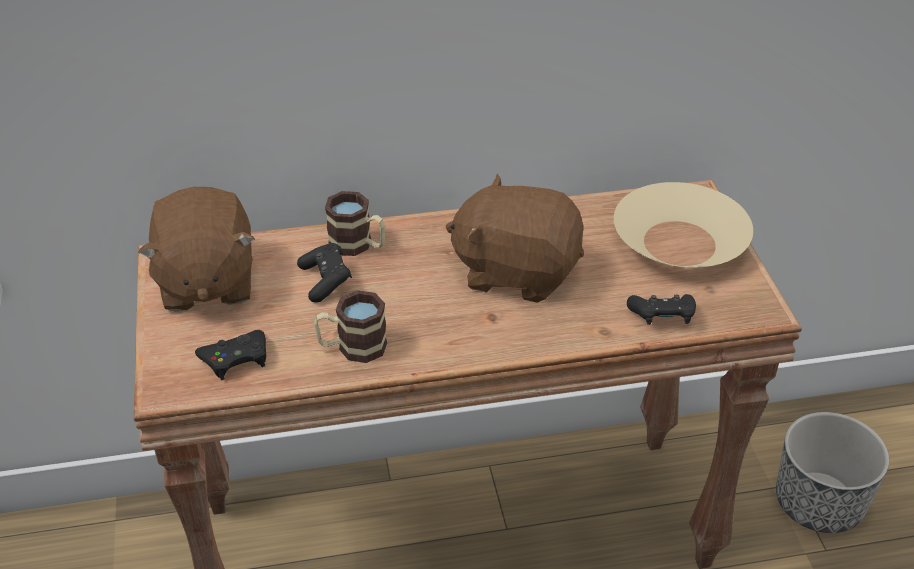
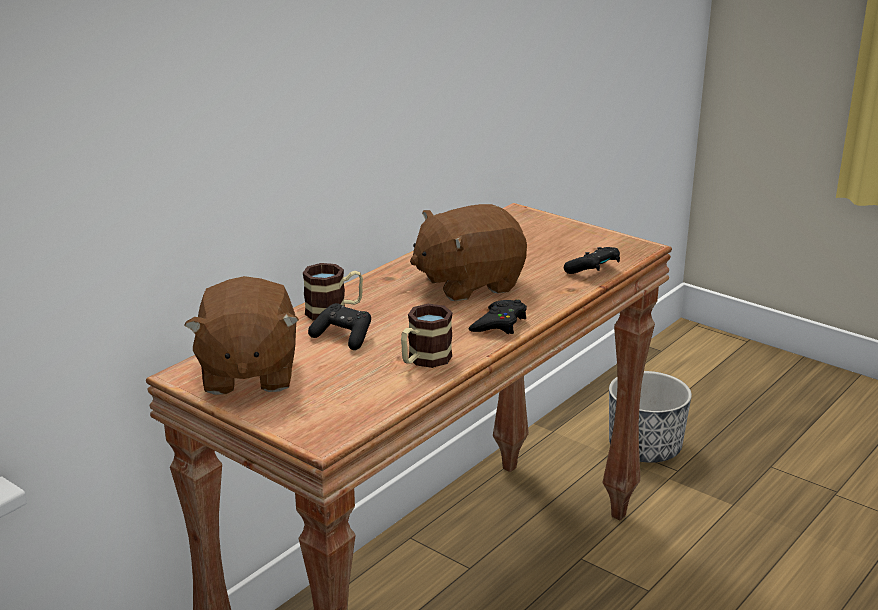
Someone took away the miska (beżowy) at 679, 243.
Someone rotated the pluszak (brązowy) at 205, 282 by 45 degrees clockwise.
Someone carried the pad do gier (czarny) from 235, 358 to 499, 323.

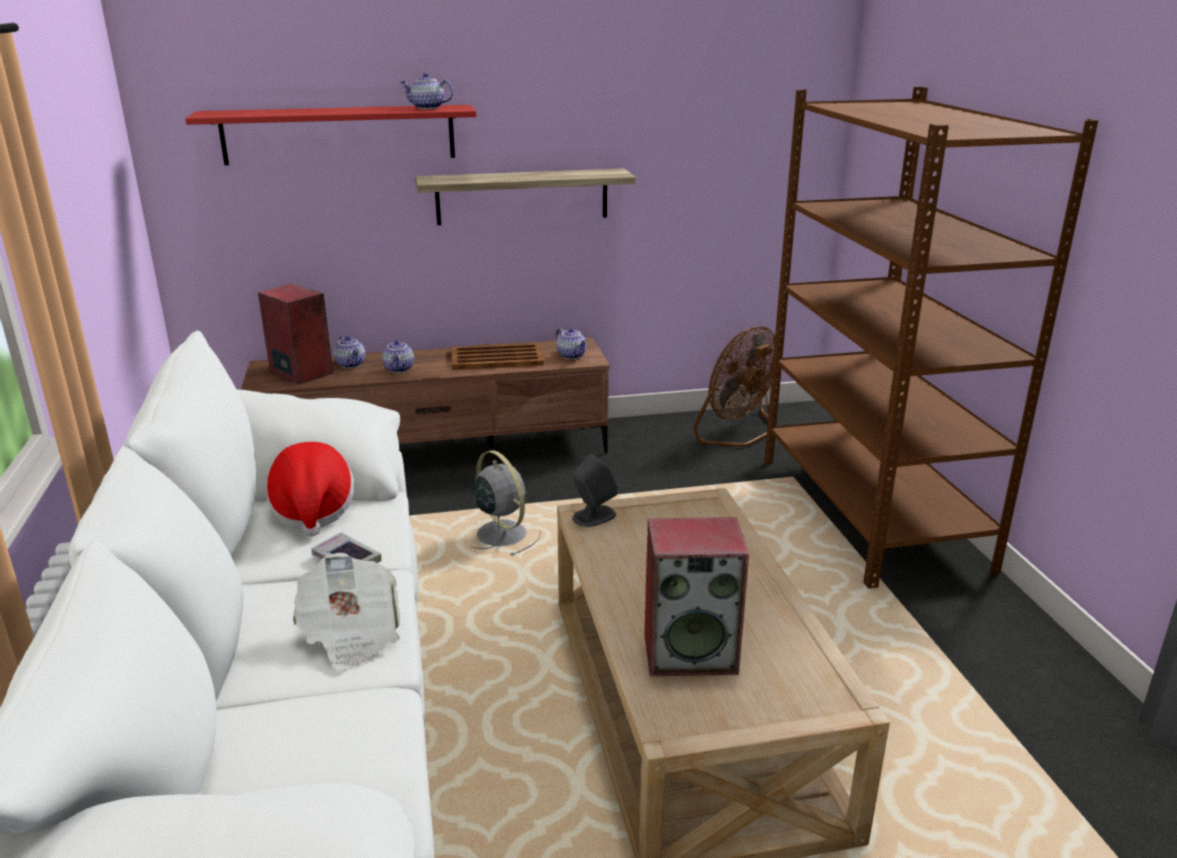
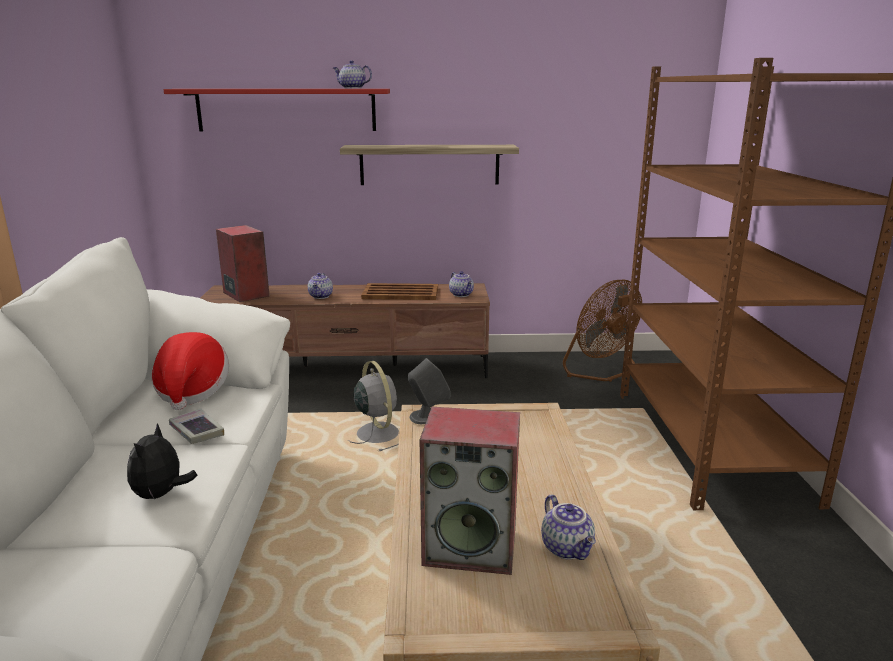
Someone carried the imbryk from 351, 364 to 568, 548.
Someone swapped the gazeta at 351, 634 for the pluszak at 161, 494.

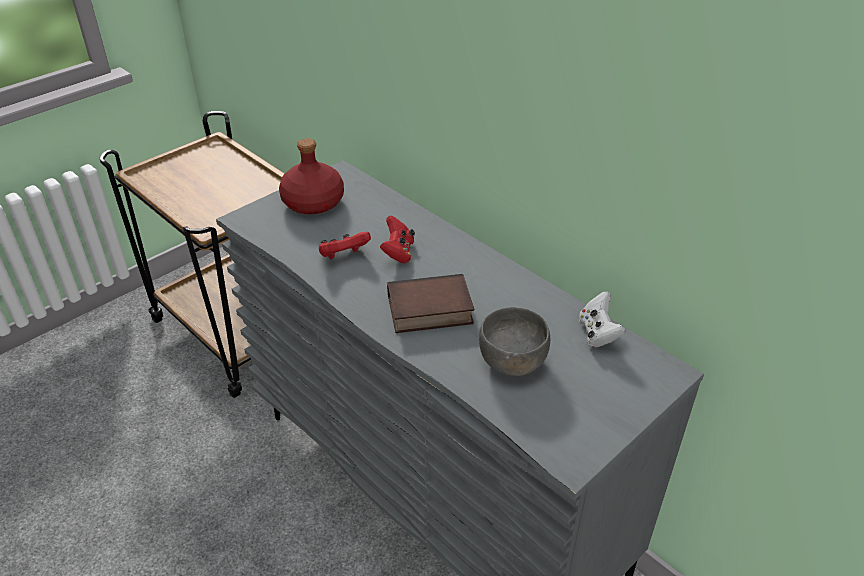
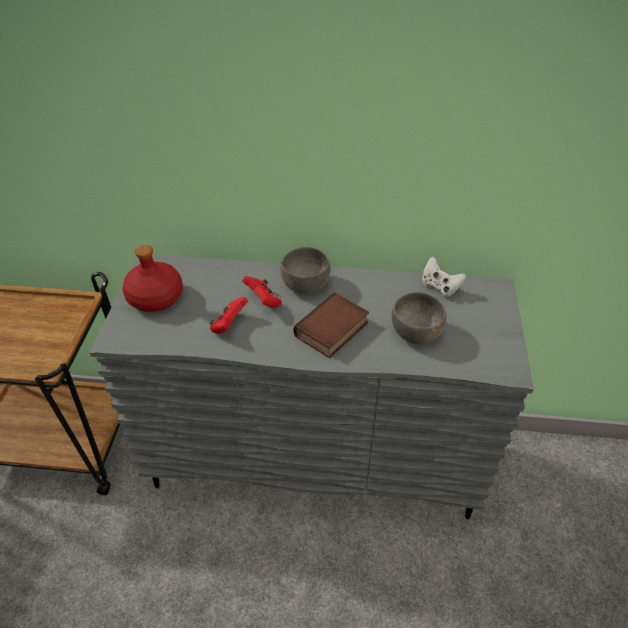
Someone put down the miska (szary) at 305, 284.

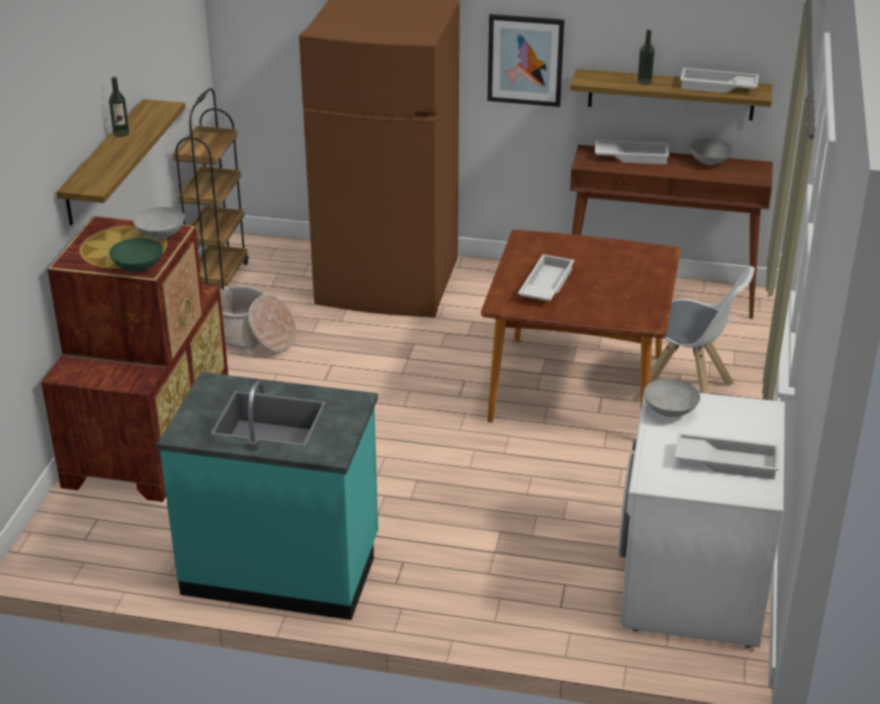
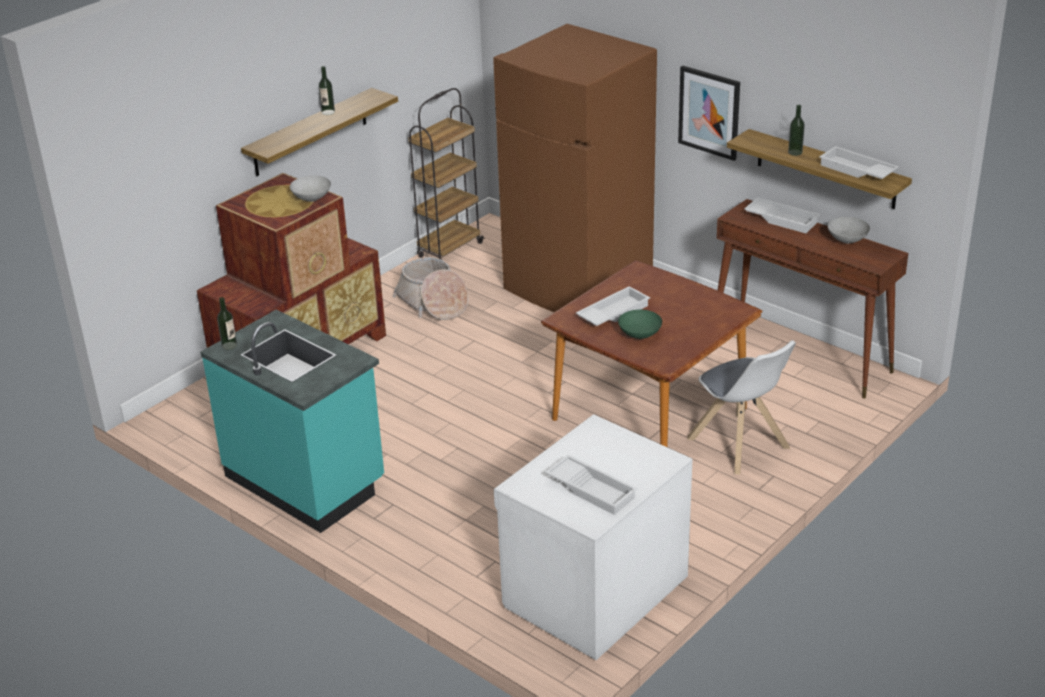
Someone carried the miska (zielony) from 137, 268 to 639, 335.
Someone took away the miska (szary) at 668, 411.
Someone put down the butelka at 229, 345.

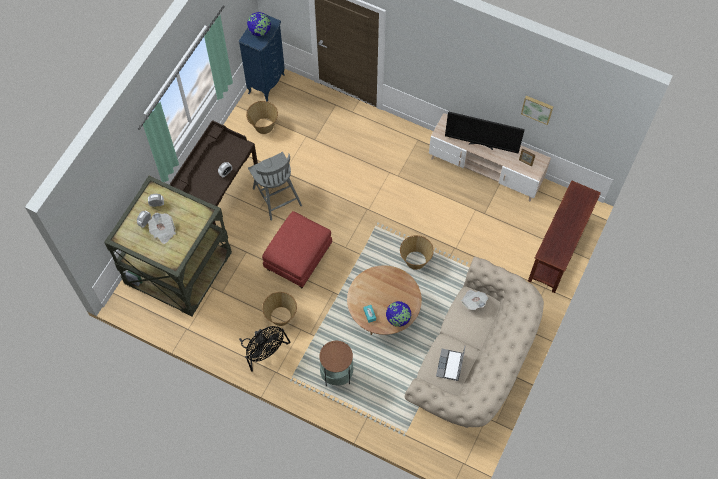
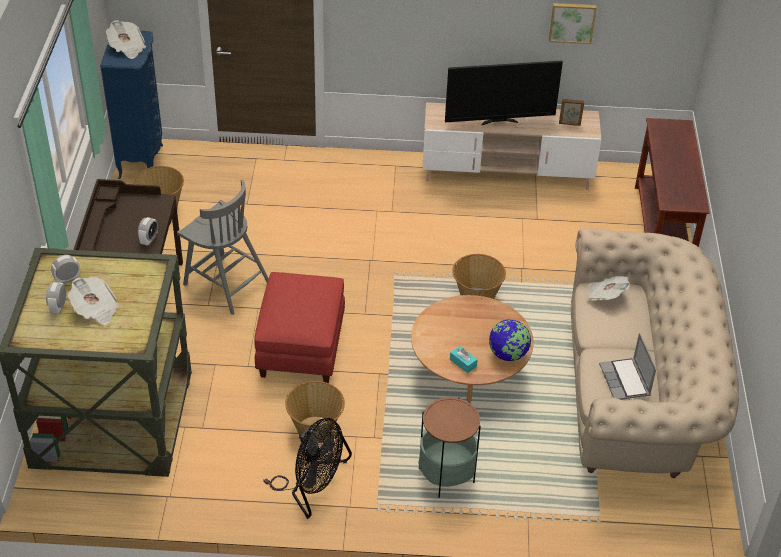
Someone swapped the globus at 260, 31 for the gazeta at 127, 48.

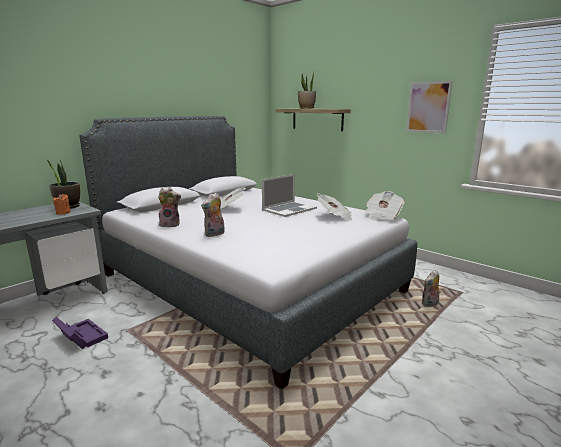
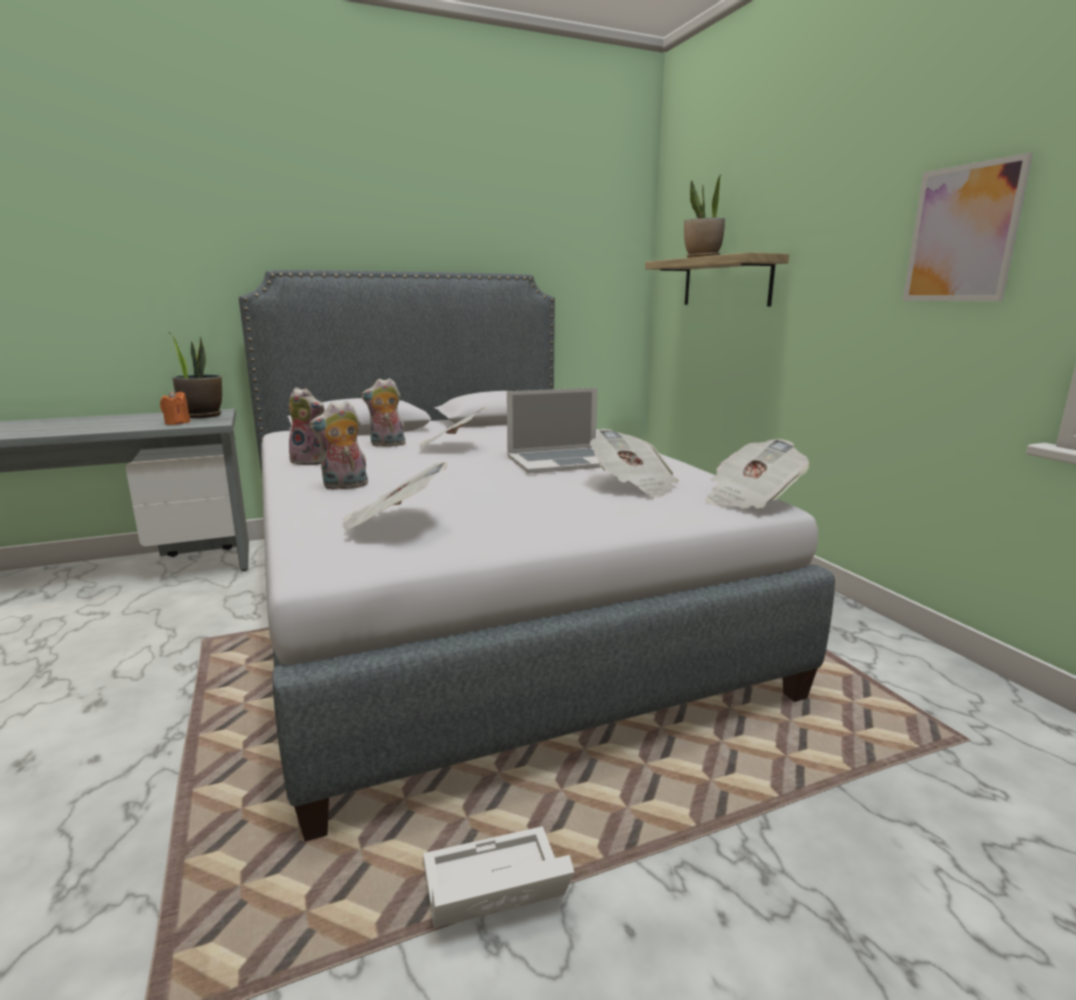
Someone carried the pluszak from 430, 304 to 387, 445.
Someone took away the pojemnik do przechowywania (fioletowy) at 80, 337.
Someone put down the gazeta at 392, 525.
Someone put down the pojemnik do przechowywania (biały) at 491, 892.

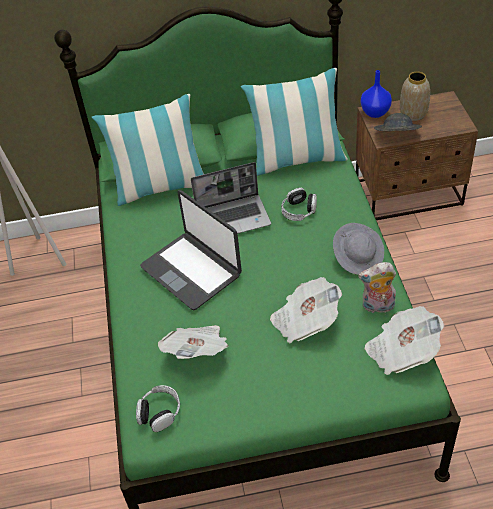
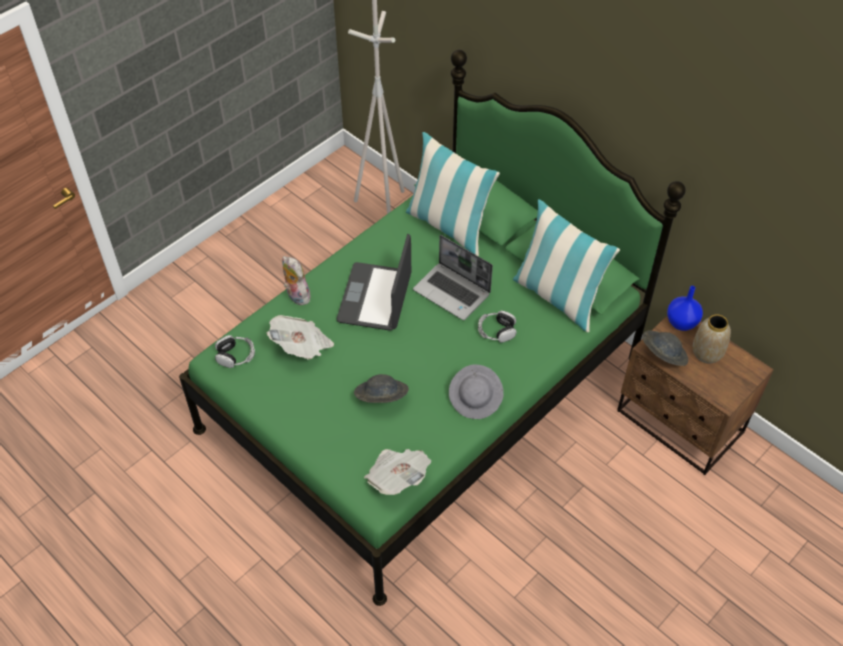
Someone carried the pluszak from 377, 307 to 296, 296.
Someone swapped the gazeta at 305, 321 for the kapelusz (szary) at 381, 398.

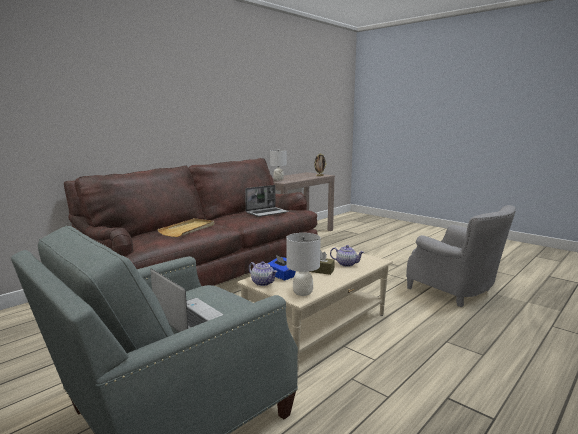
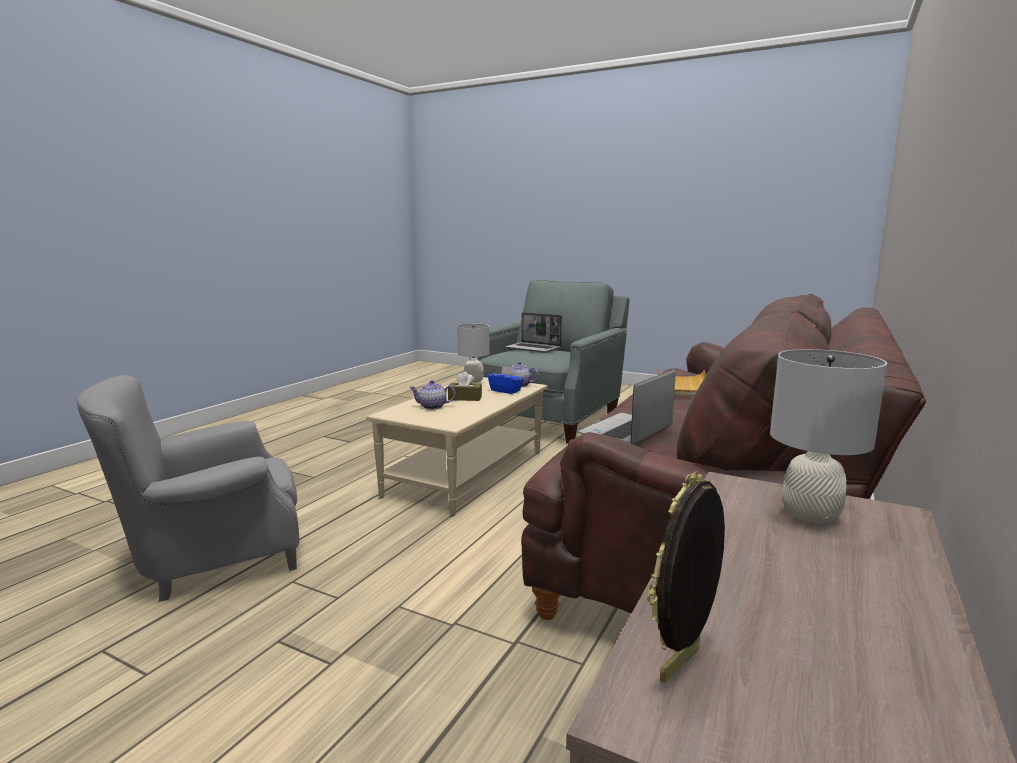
Someone rotated the fotel (szary) at 455, 291 by 60 degrees counterclockwise.

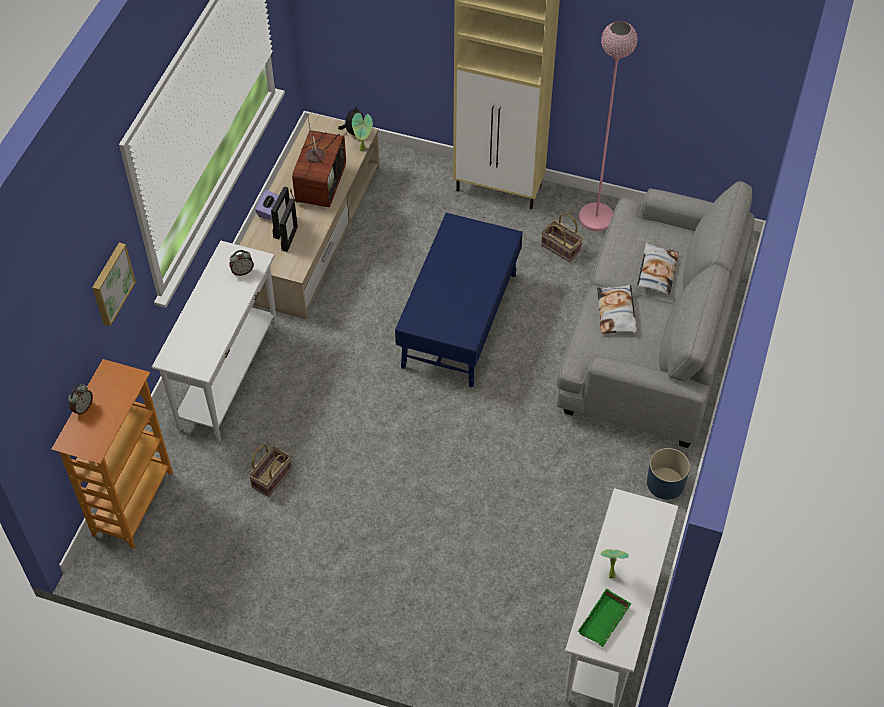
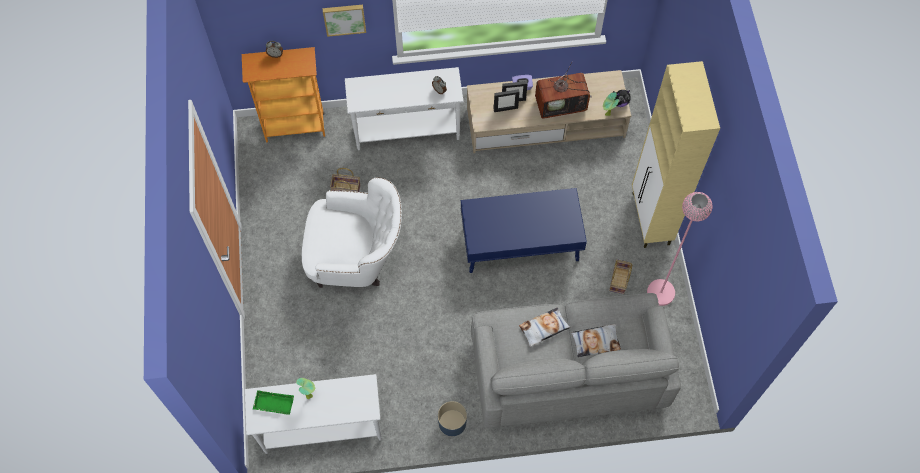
Someone put down the fotel (biały) at 356, 258.

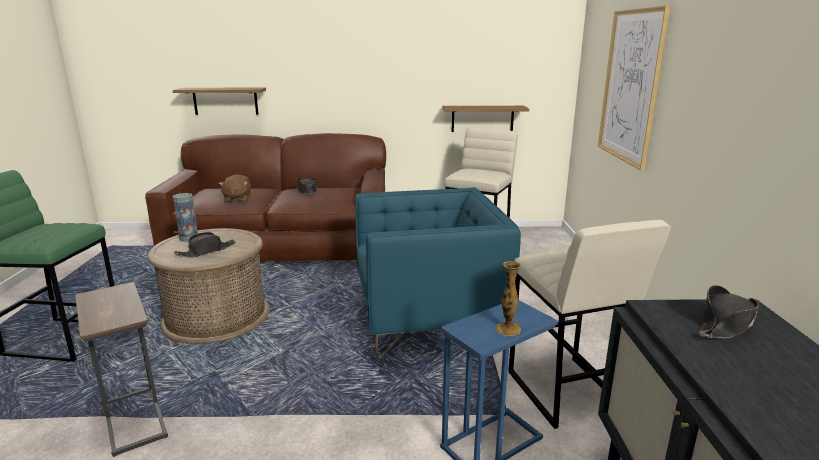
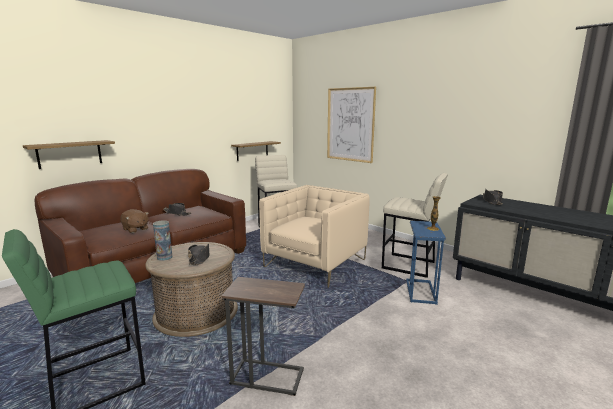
Someone repainted the fotel (niebieski) at 428, 319, which became the fotel (beżowy) at 315, 264.

